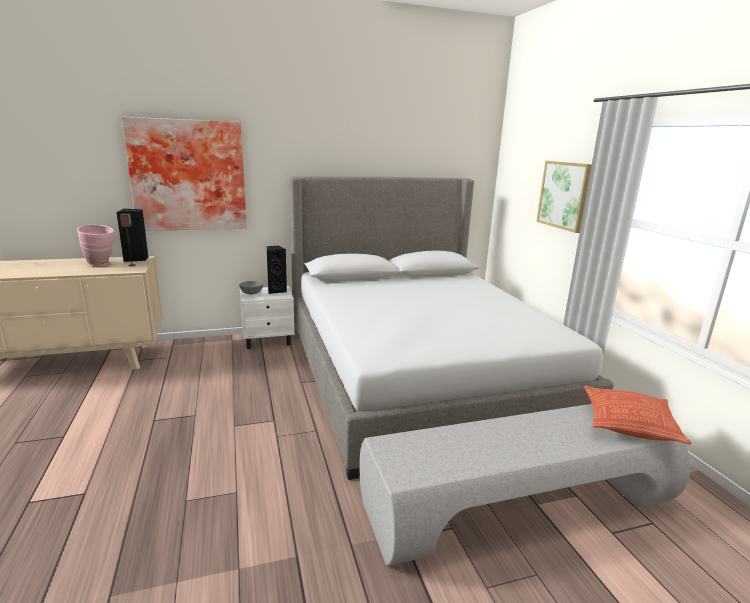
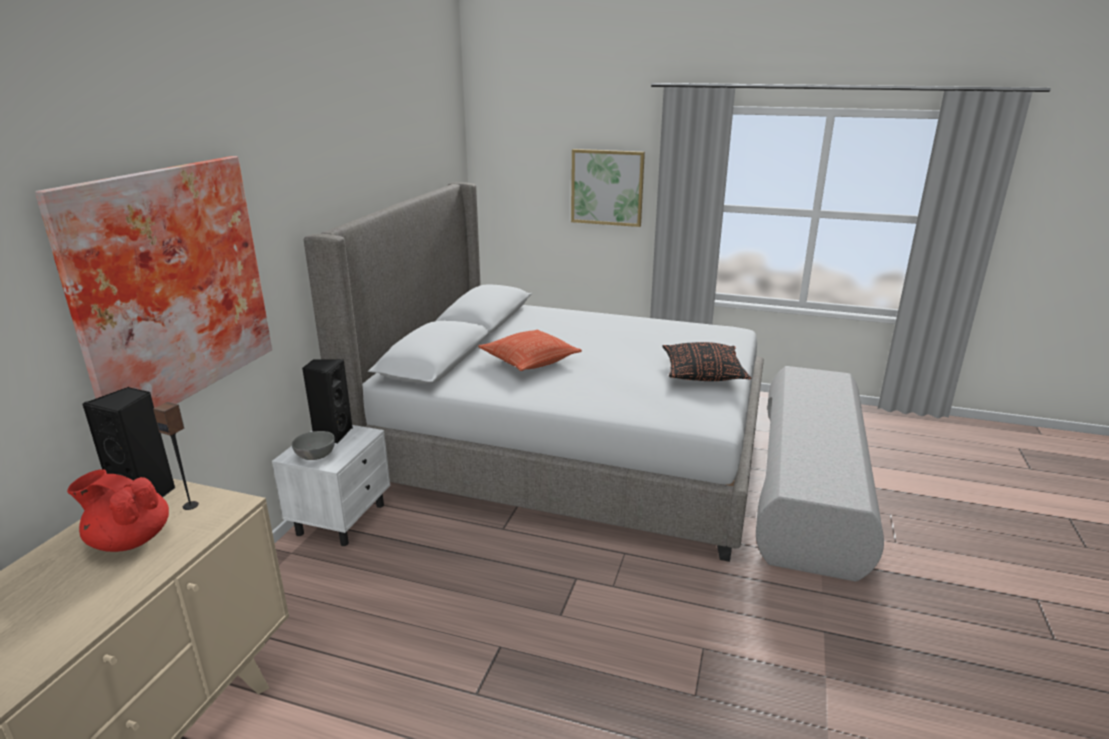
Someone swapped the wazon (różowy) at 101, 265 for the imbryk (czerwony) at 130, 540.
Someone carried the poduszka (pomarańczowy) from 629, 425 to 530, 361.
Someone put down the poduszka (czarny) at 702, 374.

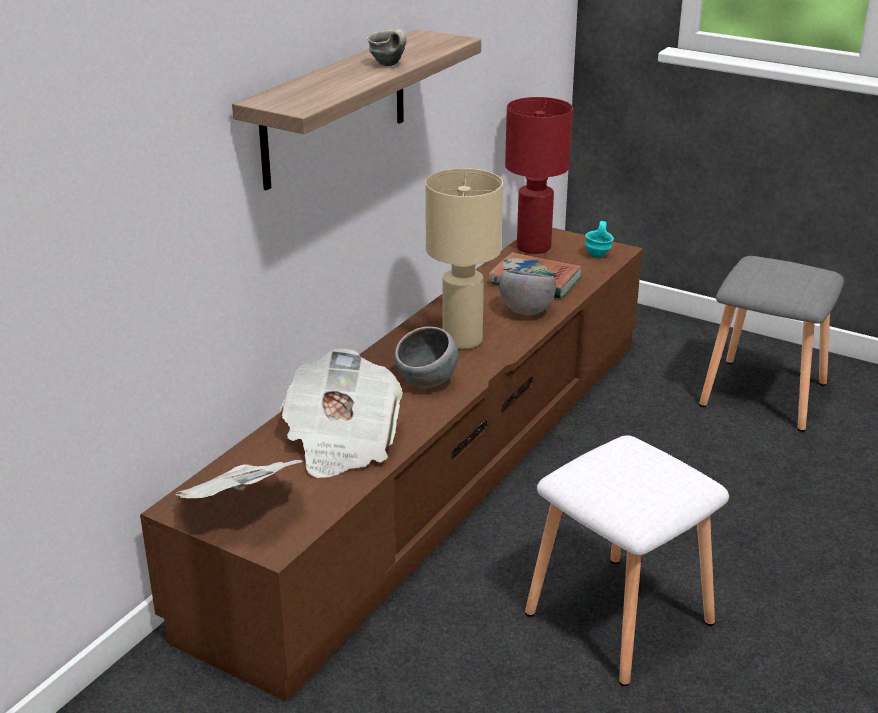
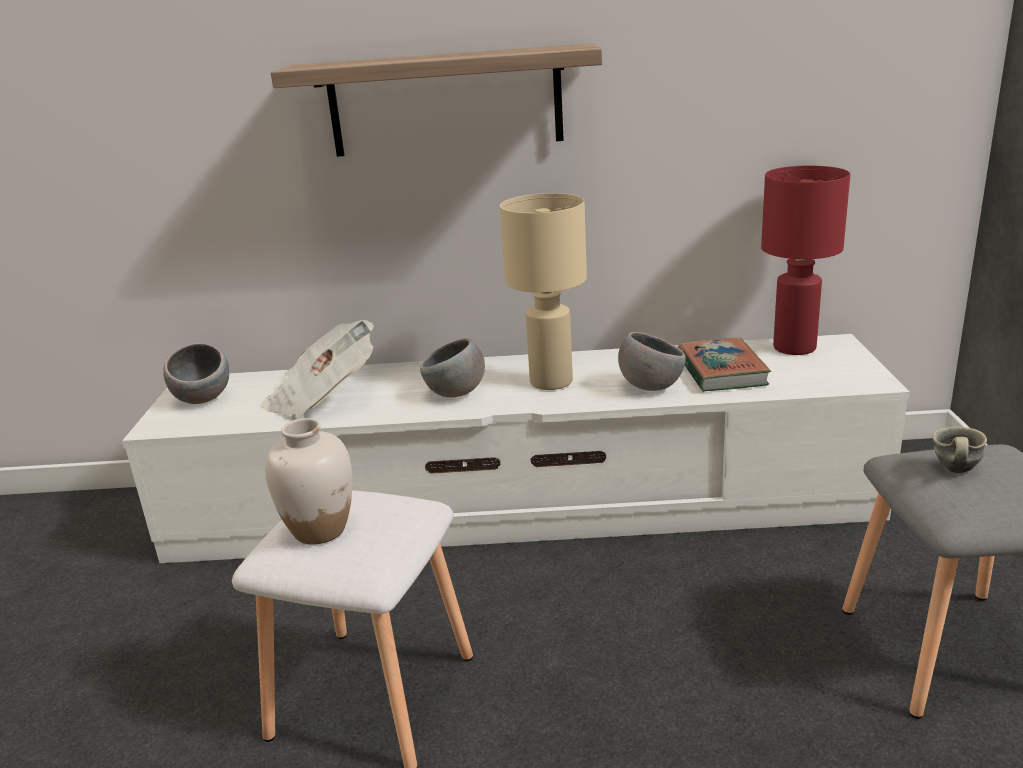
Someone carried the kubek (szary) from 387, 65 to 952, 470.
Someone took away the kubek (turkusowy) at 599, 254.
Someone repainted the szafka pod telewizor (brązowy) at 437, 467, which became the szafka pod telewizor (biały) at 520, 502.
Someone swapped the gazeta at 241, 507 for the miska (szary) at 203, 399.
Someone put down the wazon (biały) at 319, 530.

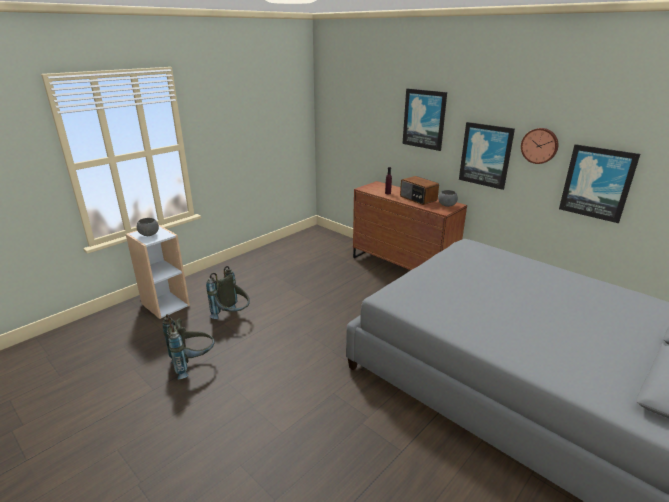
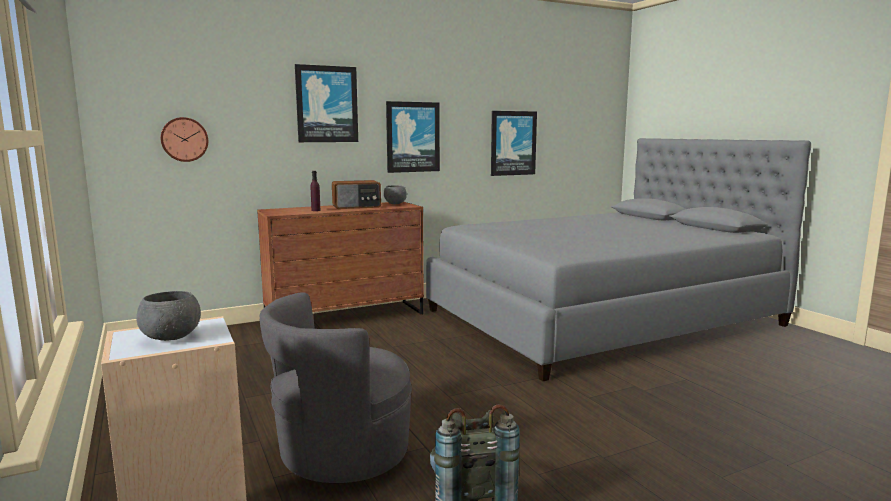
Someone carried the zegar ścienny from 540, 145 to 184, 139.
Someone swapped the plecak (szary) at 233, 316 for the fotel (szary) at 341, 452.

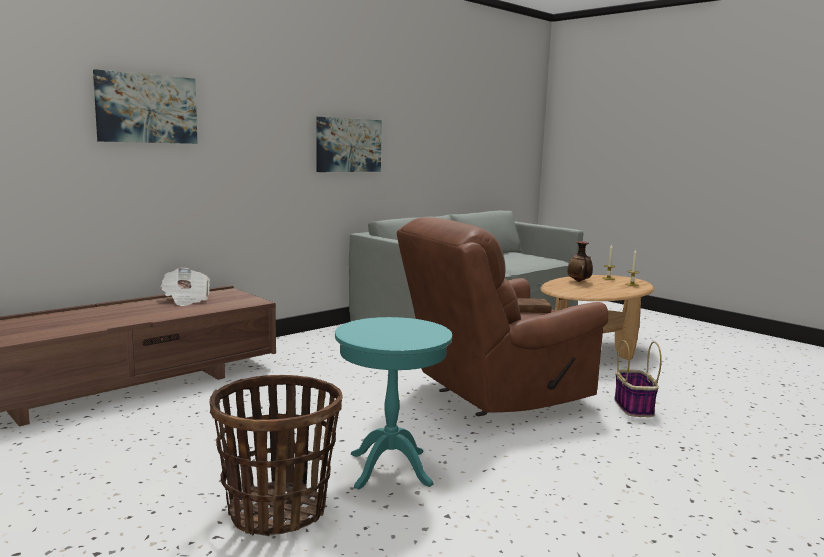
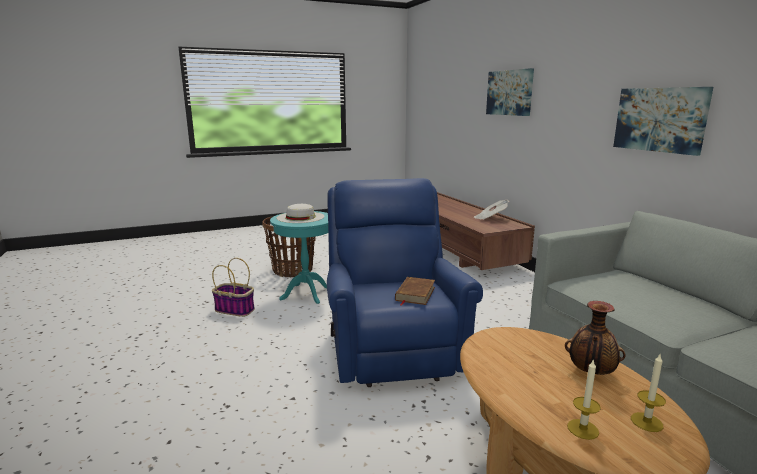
Someone repainted the fotel (brązowy) at 493, 395, which became the fotel (niebieski) at 392, 347.
Someone carried the koszyk from 633, 407 to 235, 310.
Someone put down the kapelusz (biały) at 300, 217.

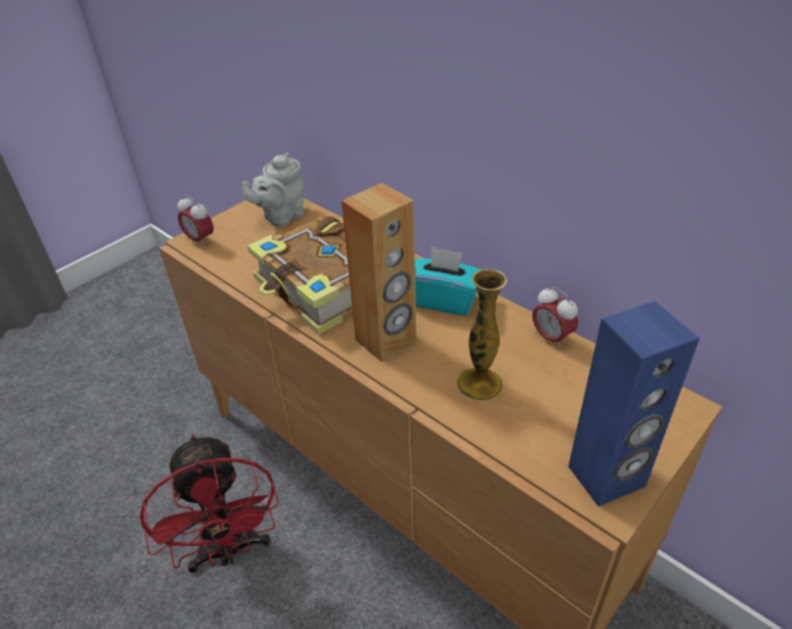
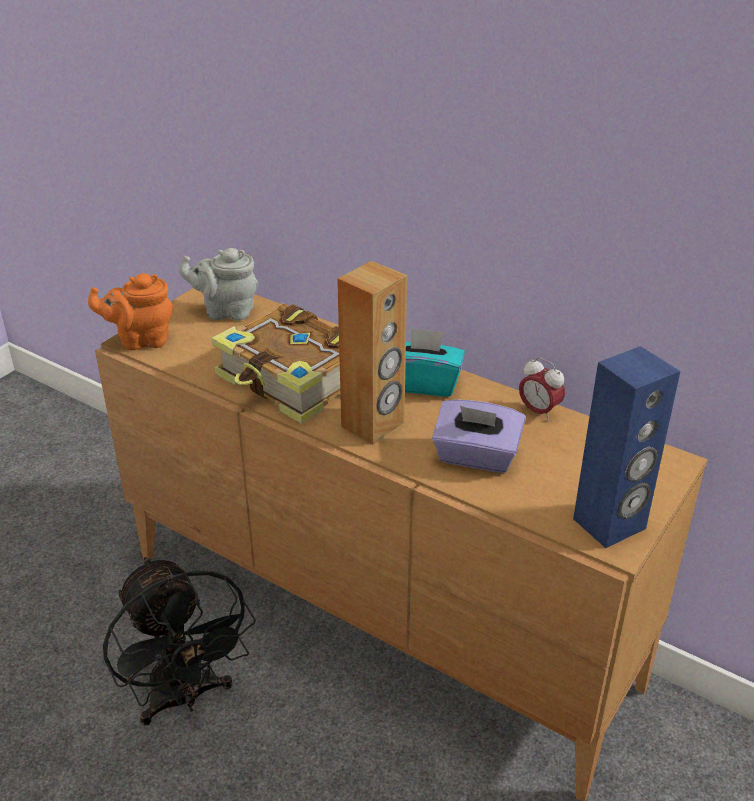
Someone rotated the imbryk (szary) at 281, 217 by 60 degrees clockwise.
Someone swapped the budzik at 200, 240 for the imbryk (pomarańczowy) at 141, 340.
Someone swapped the wazon at 479, 384 for the pudełko chusteczek (fioletowy) at 476, 457.
Someone repainted the wentylator (czerwony) at 229, 550, which became the wentylator (czarny) at 185, 698.

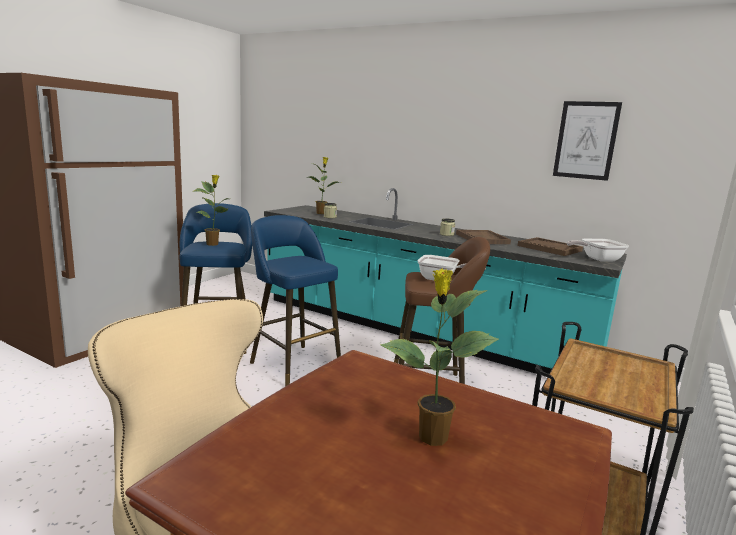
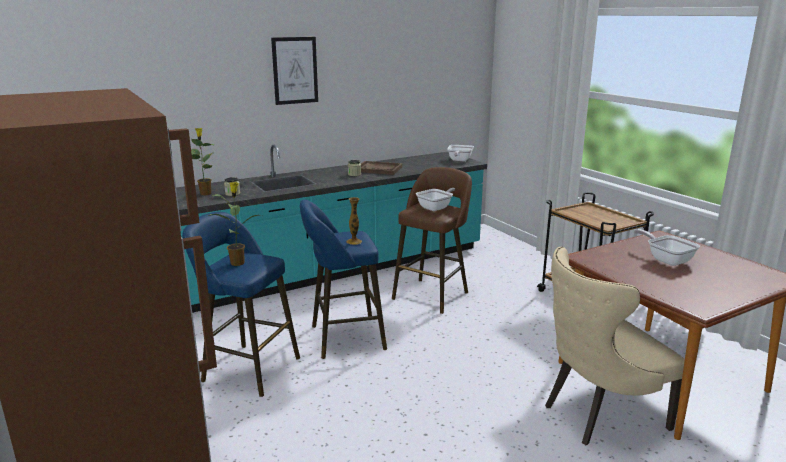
Someone carried the obraz from 586, 140 to 295, 70.
Someone took away the taca (brązowy) at 549, 248.
Someone swapped the roślina doniczkowa at 431, 438 for the patelnia at 666, 259.
Someone put down the wazon at 354, 242.

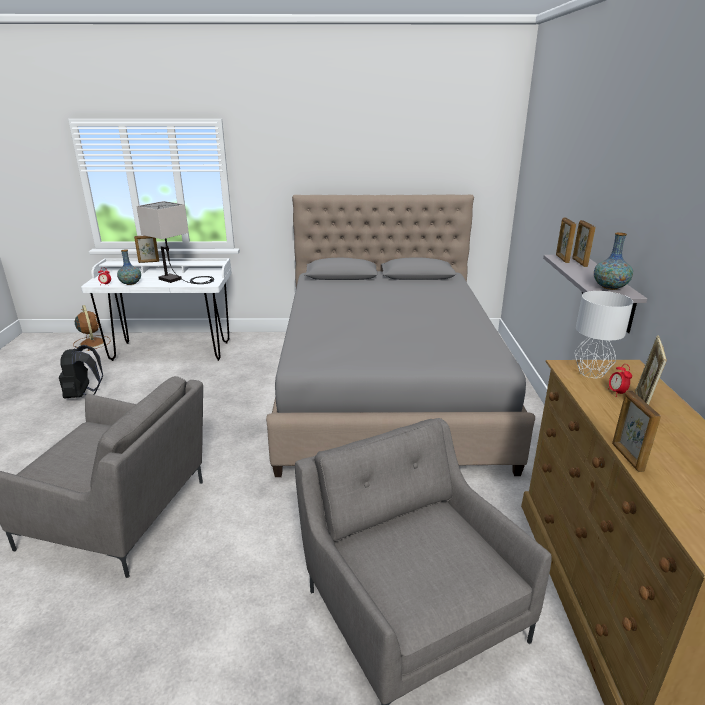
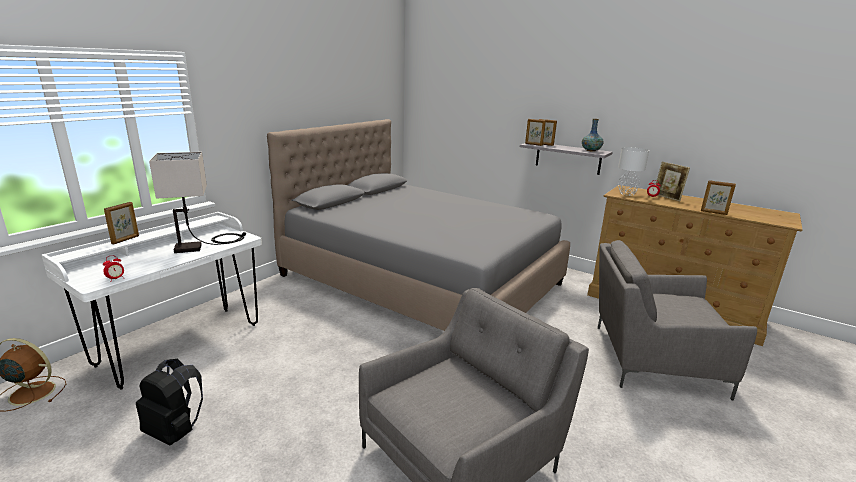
Someone took away the wazon at 131, 283.

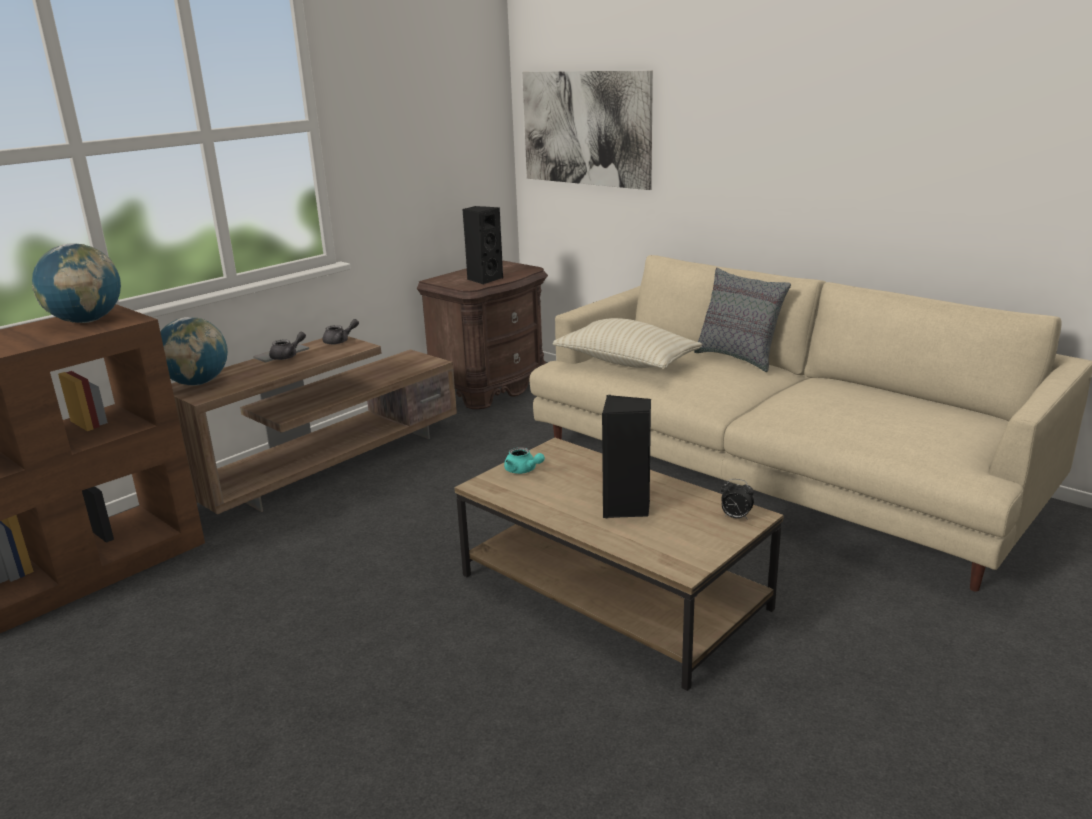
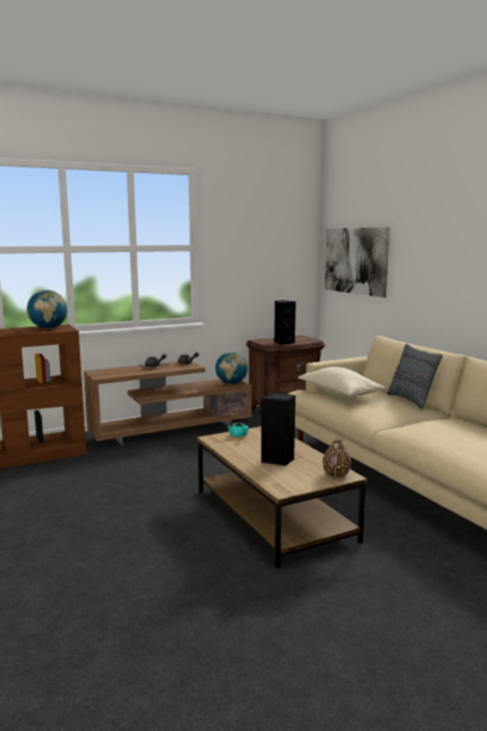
Someone carried the globus from 197, 383 to 231, 383.
Someone swapped the budzik at 735, 517 for the wazon (brązowy) at 336, 474.

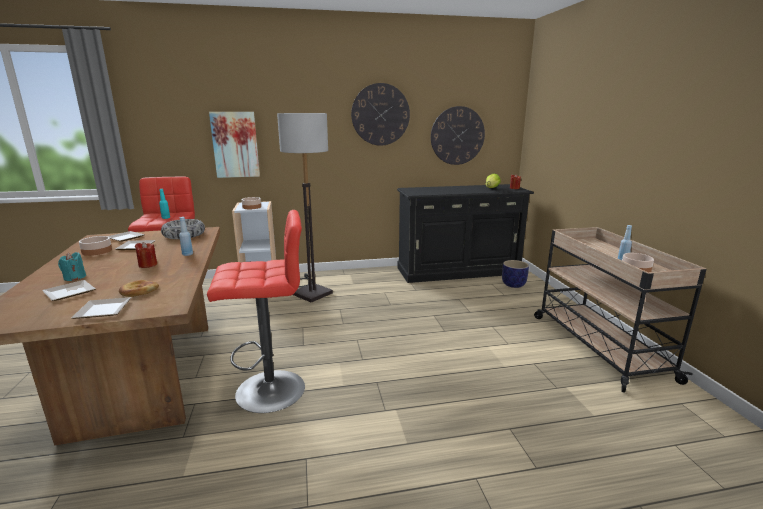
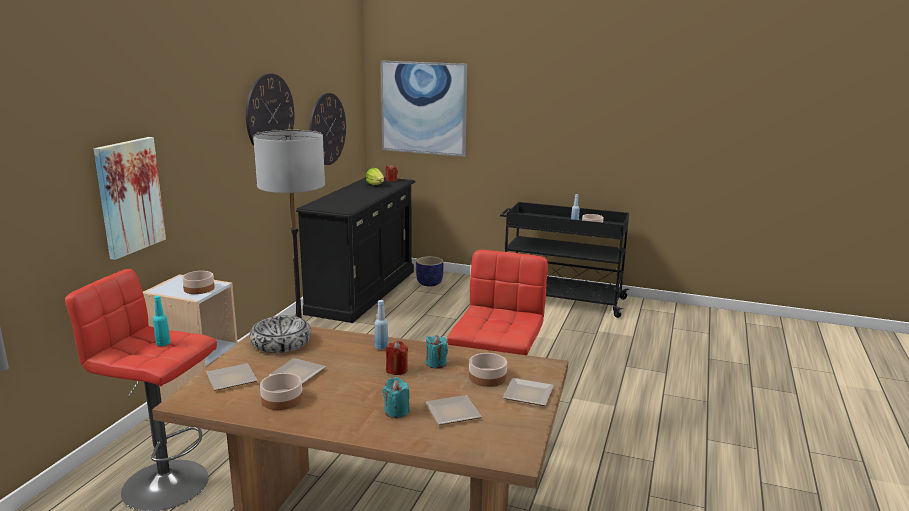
Someone repainted the wózek (beżowy) at 598, 345, which became the wózek (czarny) at 560, 299.
Someone swapped the chleb at 138, 291 for the miska at 487, 377.
Someone put up the obraz at 423, 108.
Someone put down the świeca (turkusowy) at 436, 363.

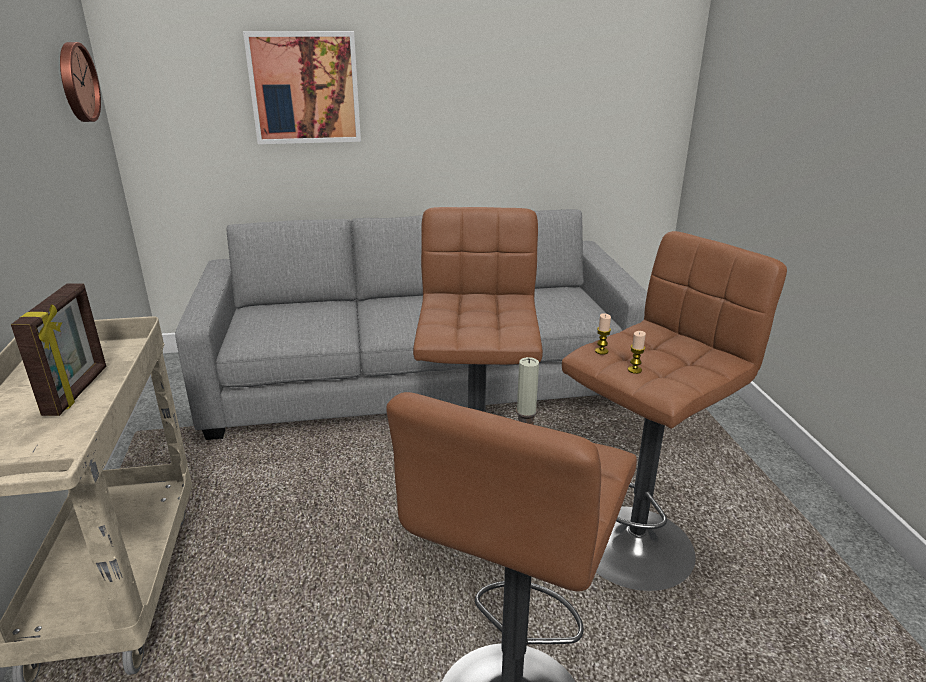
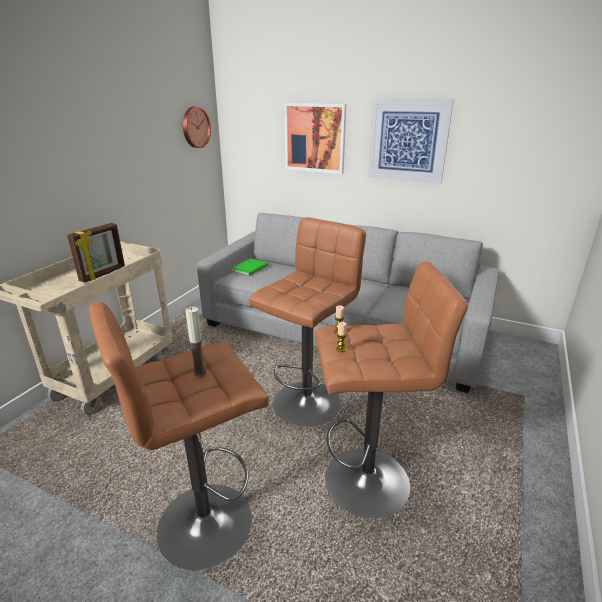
Someone put up the obraz at 408, 141.
Someone put down the książka (zielony) at 248, 268.

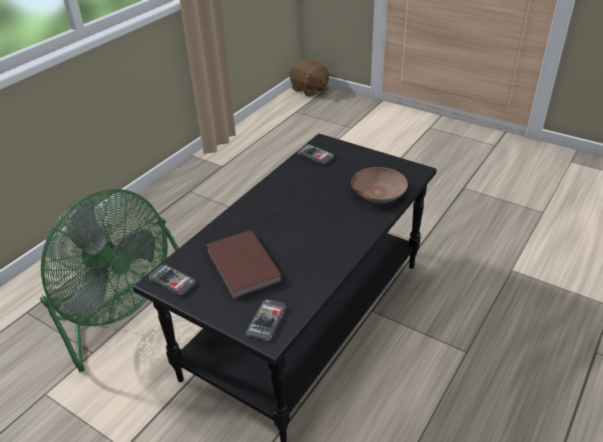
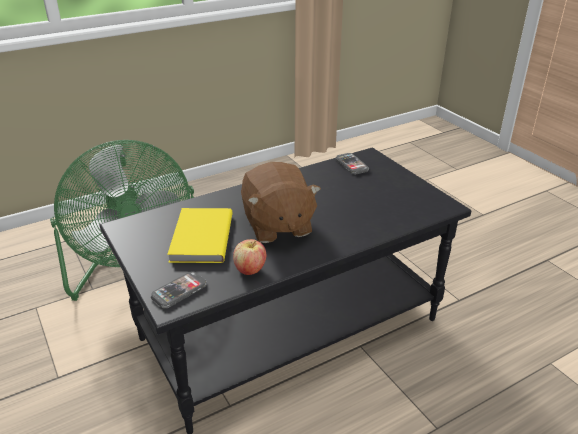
Someone carried the pluszak (brązowy) from 309, 90 to 277, 225.
Someone took away the miska (brązowy) at 378, 192.
Someone repainted the książka (brązowy) at 242, 267, which became the książka (żółty) at 199, 238.
Someone took away the telefon at 172, 281.
Someone put down the jabłko at 250, 270.

